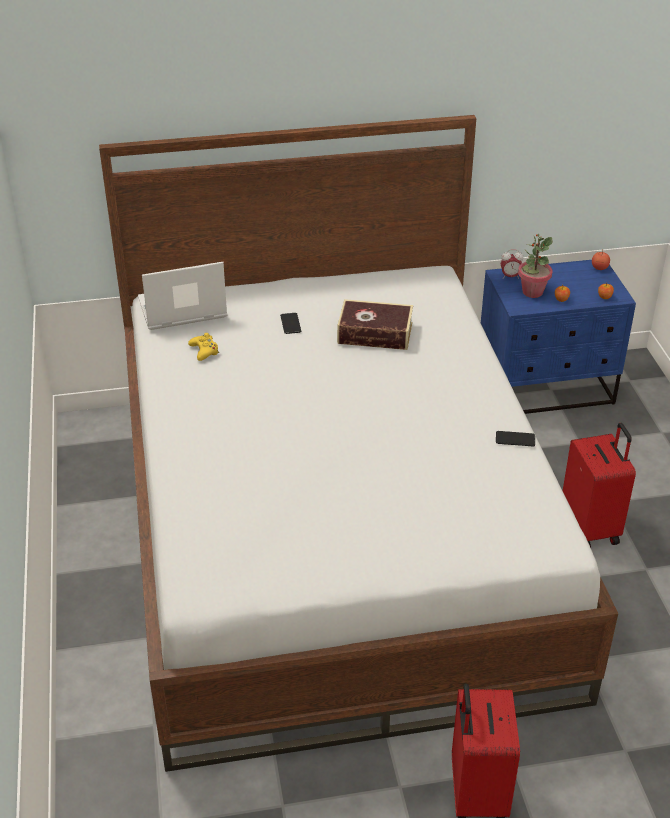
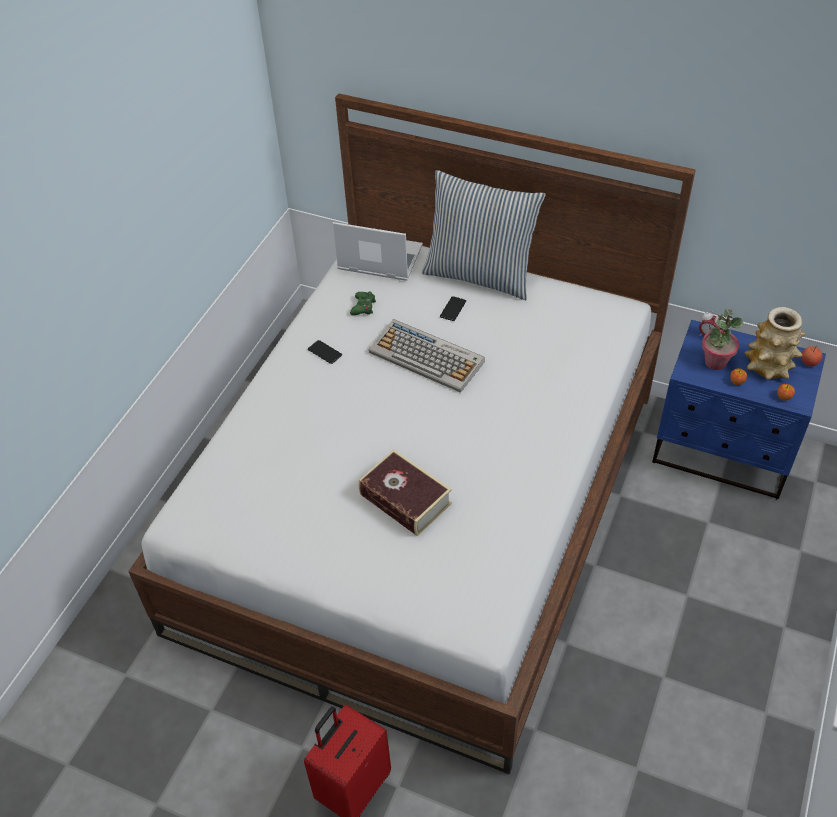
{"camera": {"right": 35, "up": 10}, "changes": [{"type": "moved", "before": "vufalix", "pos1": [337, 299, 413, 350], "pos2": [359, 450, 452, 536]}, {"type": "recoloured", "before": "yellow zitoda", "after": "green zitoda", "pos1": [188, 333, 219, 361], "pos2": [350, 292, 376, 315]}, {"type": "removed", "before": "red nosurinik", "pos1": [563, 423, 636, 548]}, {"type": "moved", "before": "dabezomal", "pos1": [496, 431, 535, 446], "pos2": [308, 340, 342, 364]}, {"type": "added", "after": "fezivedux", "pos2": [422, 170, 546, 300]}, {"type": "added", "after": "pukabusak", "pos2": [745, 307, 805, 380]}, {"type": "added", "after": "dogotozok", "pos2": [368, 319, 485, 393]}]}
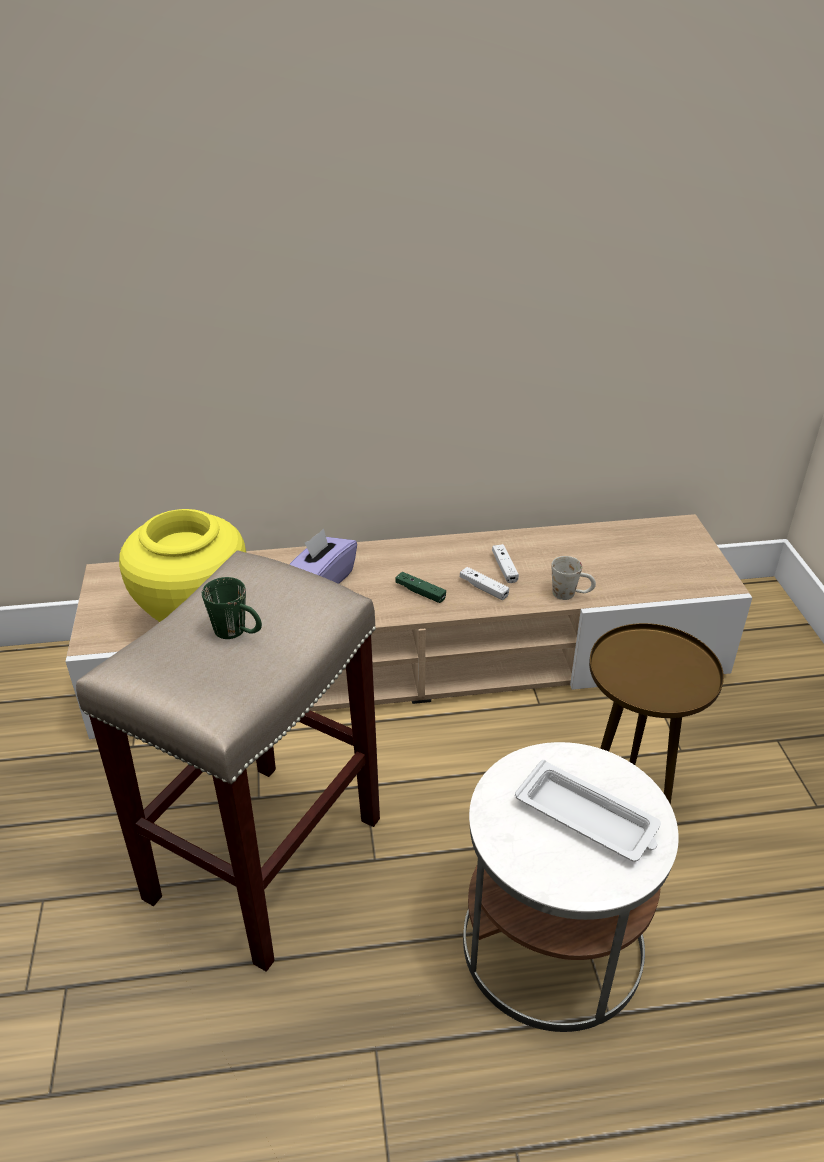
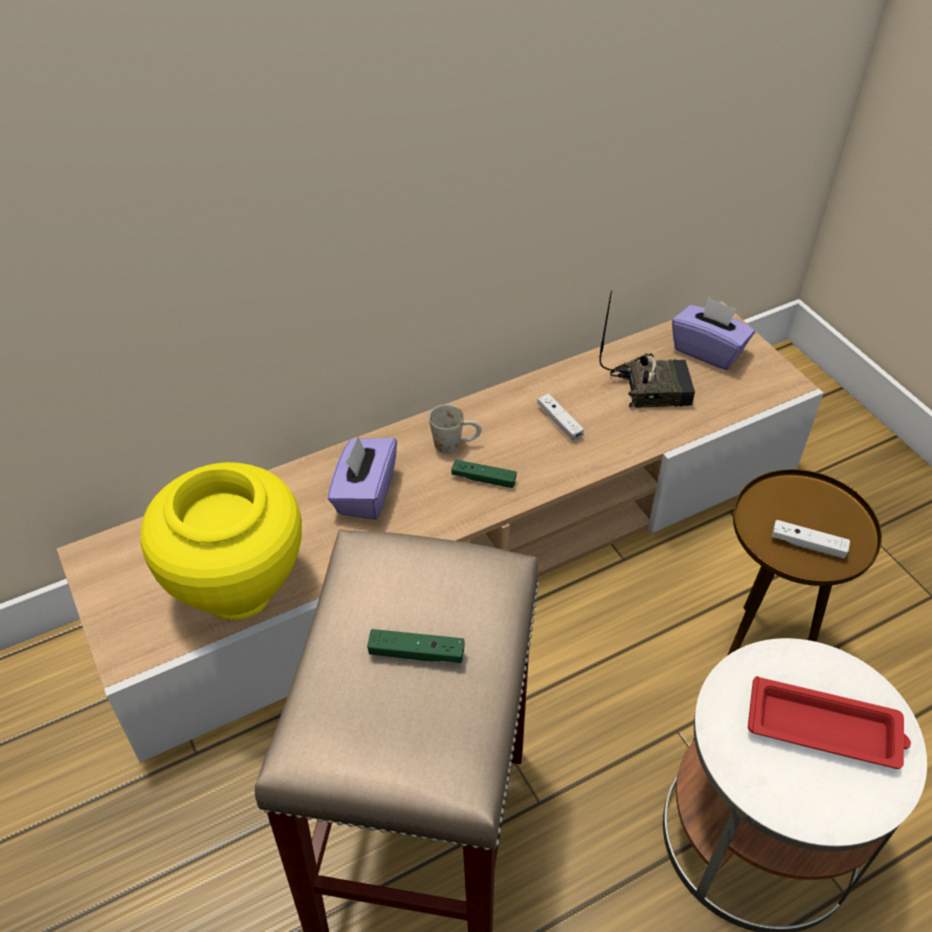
{"camera": {"right": -20, "up": 10}, "changes": [{"type": "moved", "before": "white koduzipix", "pos1": [551, 556, 596, 600], "pos2": [429, 404, 482, 454]}, {"type": "moved", "before": "white zitoda", "pos1": [460, 567, 509, 600], "pos2": [772, 520, 850, 558]}, {"type": "replaced", "before": "green koduzipix", "after": "green zitoda", "pos1": [202, 577, 262, 639], "pos2": [367, 629, 465, 663]}, {"type": "recoloured", "before": "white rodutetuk", "after": "red rodutetuk", "pos1": [515, 760, 661, 862], "pos2": [748, 676, 911, 769]}, {"type": "added", "after": "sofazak", "pos2": [599, 290, 695, 408]}, {"type": "added", "after": "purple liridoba", "pos2": [672, 297, 755, 370]}]}
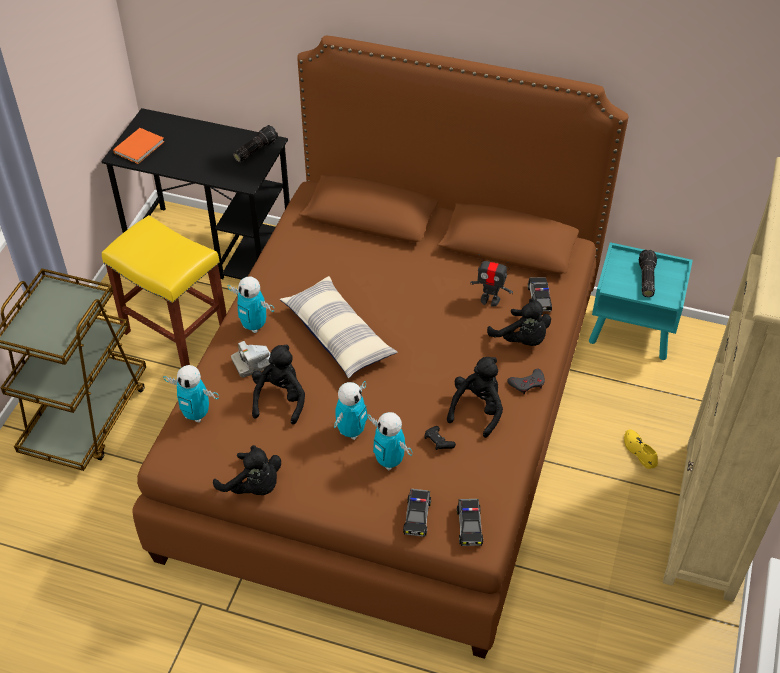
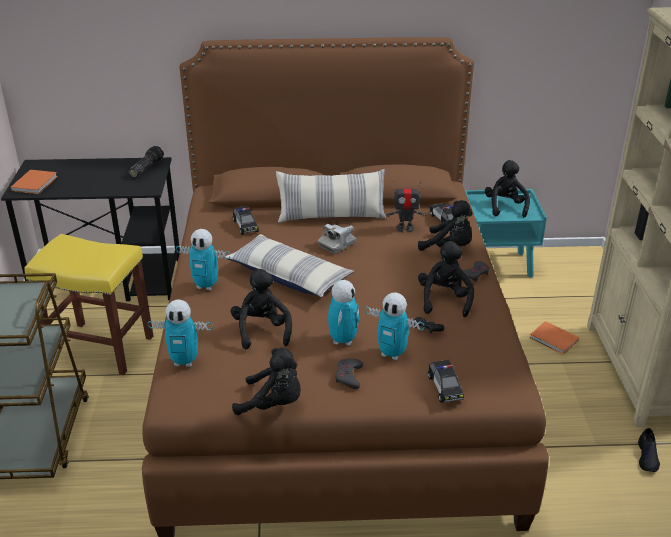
{"camera": {"right": -20, "up": -15}, "changes": [{"type": "replaced", "before": "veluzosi", "after": "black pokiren", "pos1": [639, 250, 657, 297], "pos2": [485, 160, 530, 218]}, {"type": "moved", "before": "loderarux", "pos1": [231, 341, 270, 378], "pos2": [318, 224, 356, 254]}, {"type": "replaced", "before": "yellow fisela", "after": "orange vufalix", "pos1": [624, 430, 658, 469], "pos2": [529, 321, 579, 355]}, {"type": "moved", "before": "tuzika", "pos1": [457, 499, 483, 546], "pos2": [233, 205, 259, 235]}, {"type": "added", "after": "fezivedux", "pos2": [276, 169, 386, 223]}, {"type": "added", "after": "grey zitoda", "pos2": [335, 358, 363, 389]}, {"type": "added", "after": "black fisela", "pos2": [638, 428, 660, 472]}]}
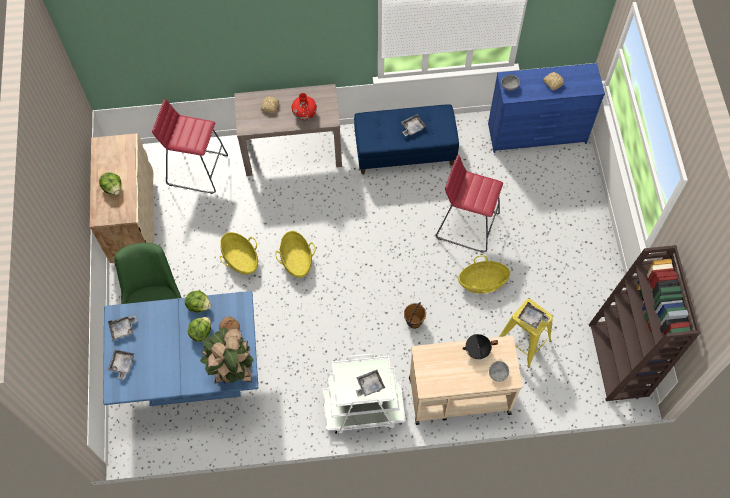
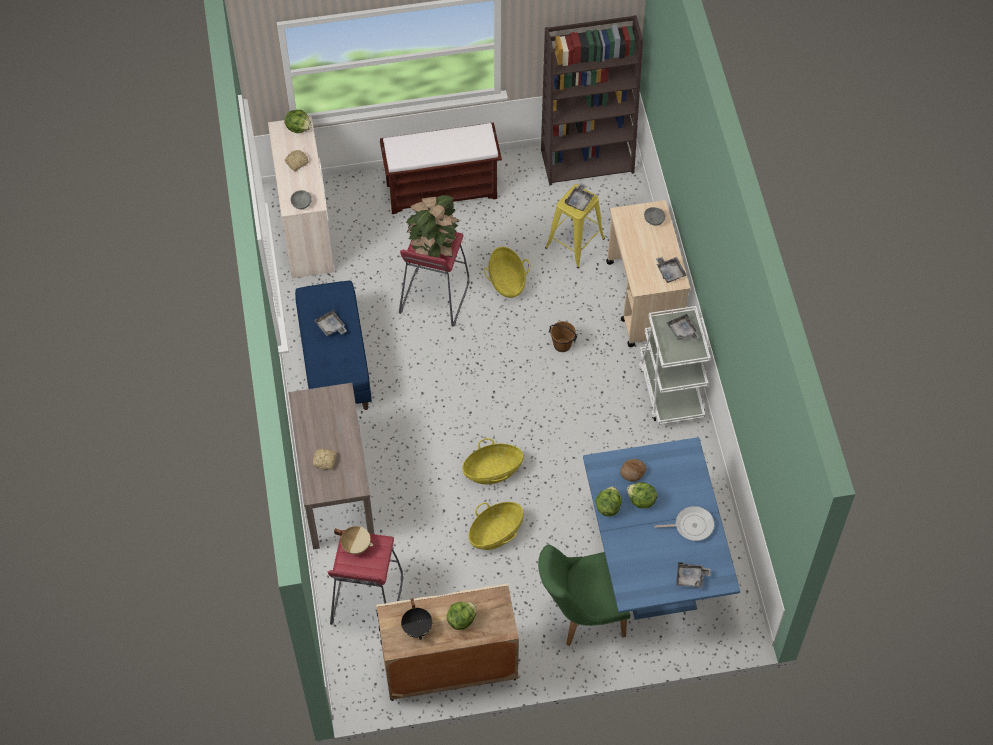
{"camera": {"right": -95, "up": -5}, "changes": [{"type": "recoloured", "before": "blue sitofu", "after": "beige sitofu", "pos1": [488, 63, 605, 153], "pos2": [268, 116, 334, 278]}, {"type": "removed", "before": "red pukabusak", "pos1": [292, 93, 317, 120]}, {"type": "moved", "before": "grey rodutetuk", "pos1": [108, 316, 137, 341], "pos2": [656, 257, 687, 283]}, {"type": "moved", "before": "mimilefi", "pos1": [200, 327, 254, 383], "pos2": [406, 195, 460, 262]}, {"type": "moved", "before": "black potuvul", "pos1": [462, 334, 498, 359], "pos2": [401, 598, 433, 640]}, {"type": "added", "after": "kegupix", "pos2": [285, 110, 312, 133]}, {"type": "added", "after": "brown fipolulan", "pos2": [380, 123, 502, 214]}, {"type": "added", "after": "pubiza", "pos2": [654, 506, 714, 541]}, {"type": "added", "after": "beige potuvul", "pos2": [334, 526, 373, 554]}]}
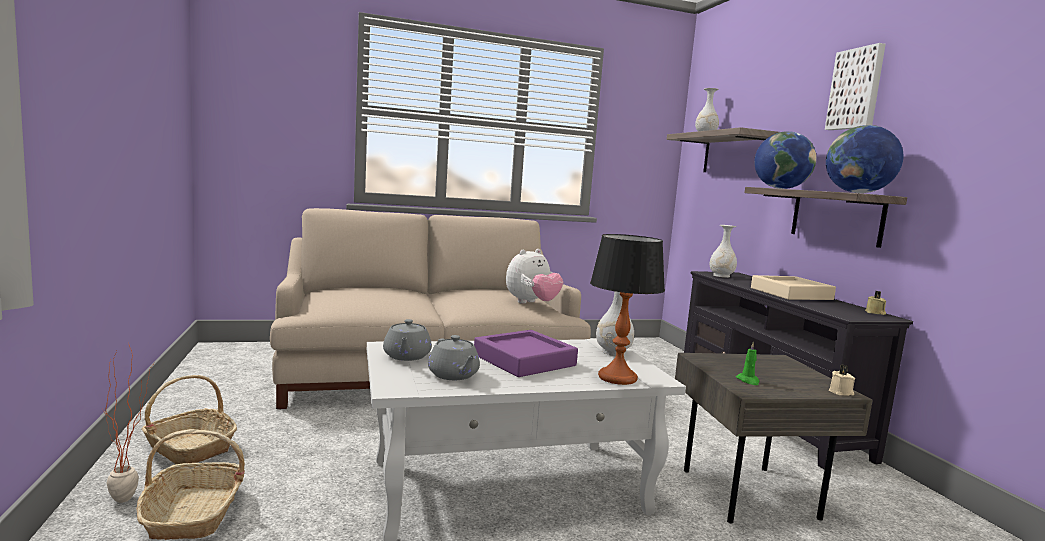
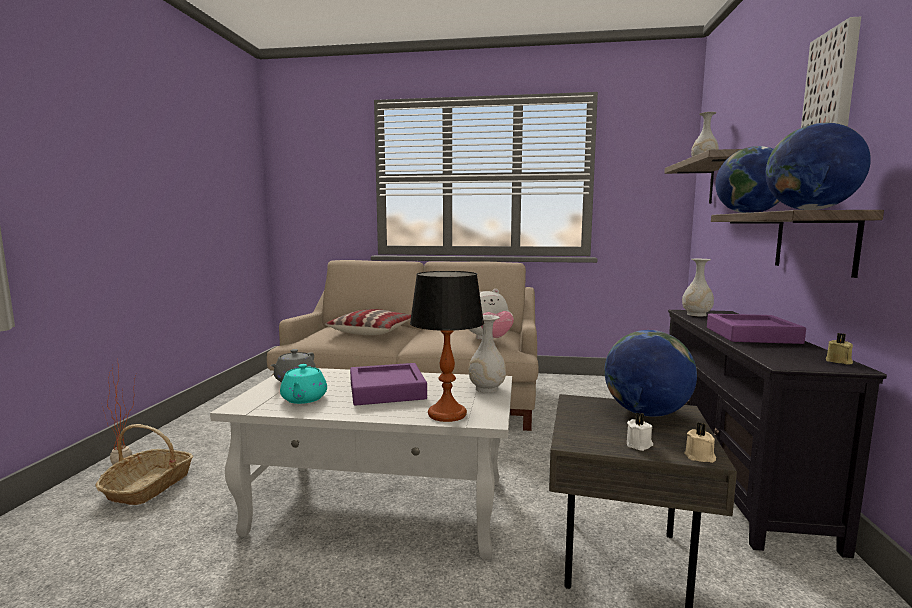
{"camera": {"right": 25, "up": 0}, "changes": [{"type": "recoloured", "before": "beige rodutetuk", "after": "purple rodutetuk", "pos1": [751, 275, 836, 300], "pos2": [707, 314, 806, 344]}, {"type": "recoloured", "before": "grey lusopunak", "after": "turquoise lusopunak", "pos1": [428, 335, 480, 380], "pos2": [280, 364, 327, 404]}, {"type": "removed", "before": "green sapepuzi", "pos1": [736, 342, 759, 385]}, {"type": "removed", "before": "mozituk", "pos1": [142, 375, 237, 464]}, {"type": "added", "after": "fezivedux", "pos2": [325, 309, 411, 335]}, {"type": "added", "after": "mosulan", "pos2": [604, 330, 697, 417]}, {"type": "added", "after": "white sapepuzi", "pos2": [627, 412, 653, 451]}]}
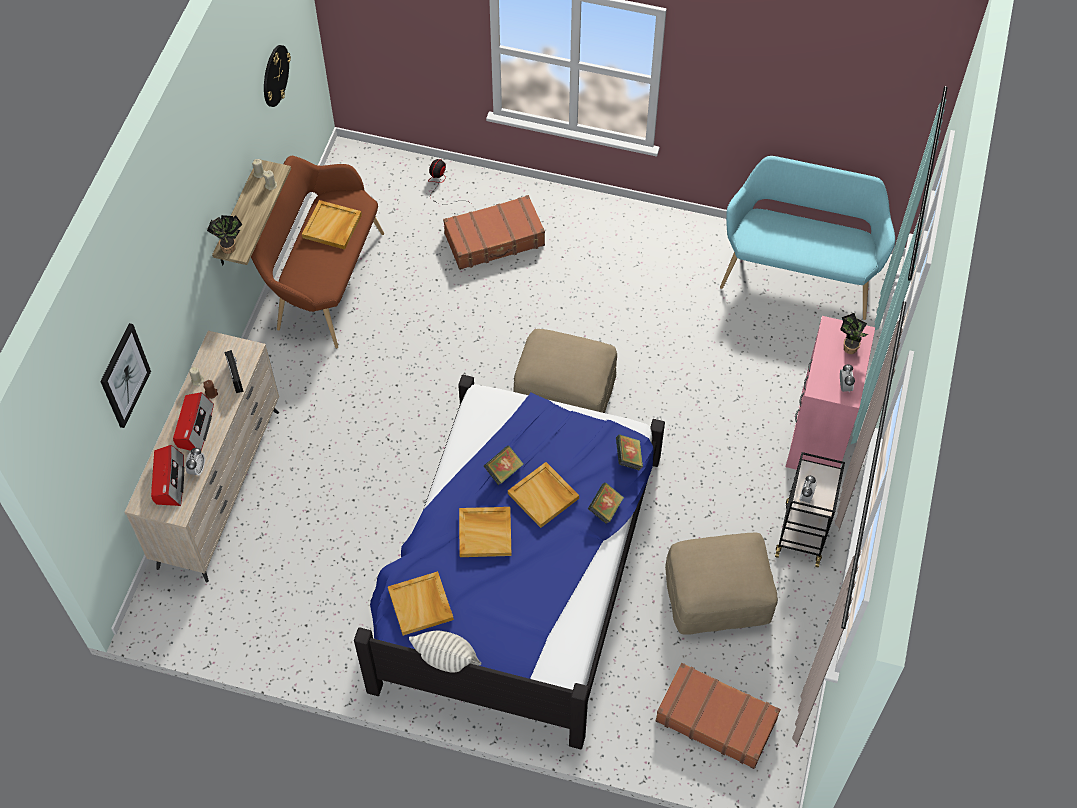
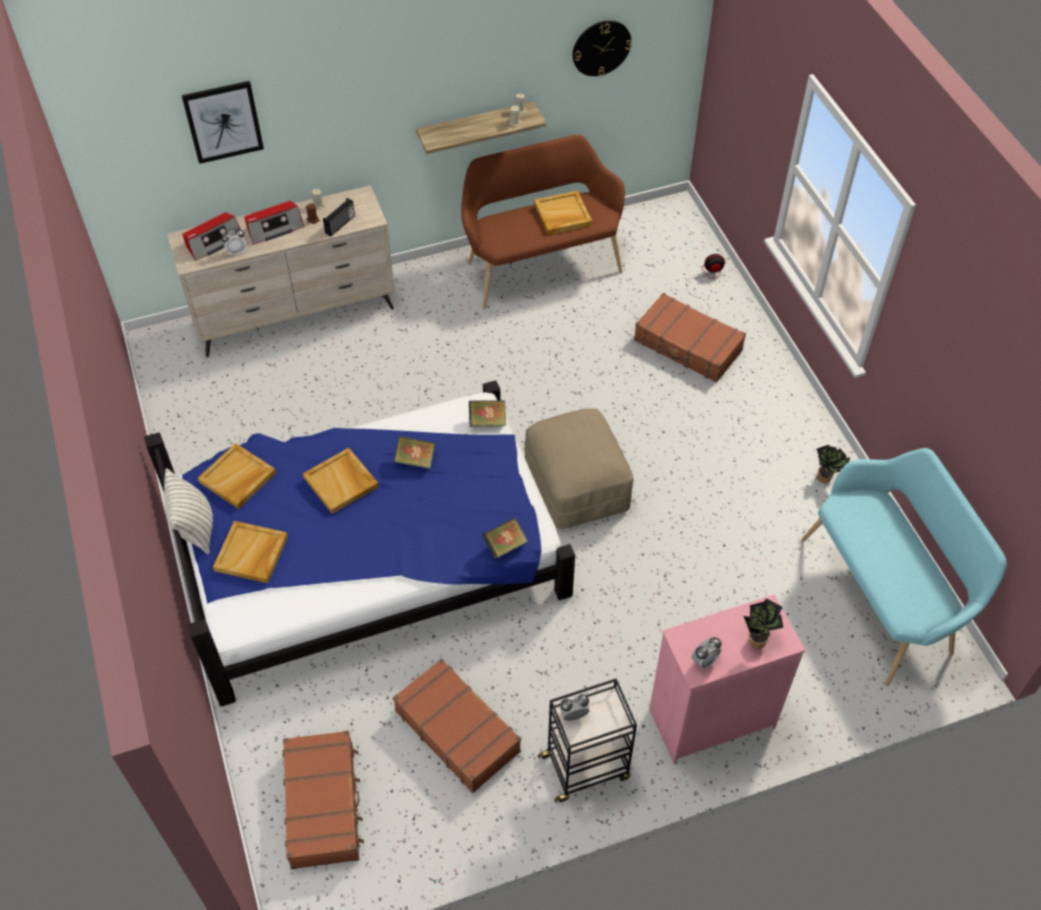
{"camera": {"right": 55, "up": -5}, "changes": [{"type": "moved", "before": "mimilefi", "pos1": [207, 215, 243, 254], "pos2": [817, 445, 850, 483]}, {"type": "moved", "before": "beige rodutetuk", "pos1": [508, 462, 579, 528], "pos2": [213, 521, 288, 583]}, {"type": "moved", "before": "vufalix", "pos1": [588, 482, 624, 524], "pos2": [469, 400, 506, 427]}, {"type": "replaced", "before": "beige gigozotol", "after": "brown nosurinik", "pos1": [665, 532, 778, 635], "pos2": [393, 658, 521, 793]}]}
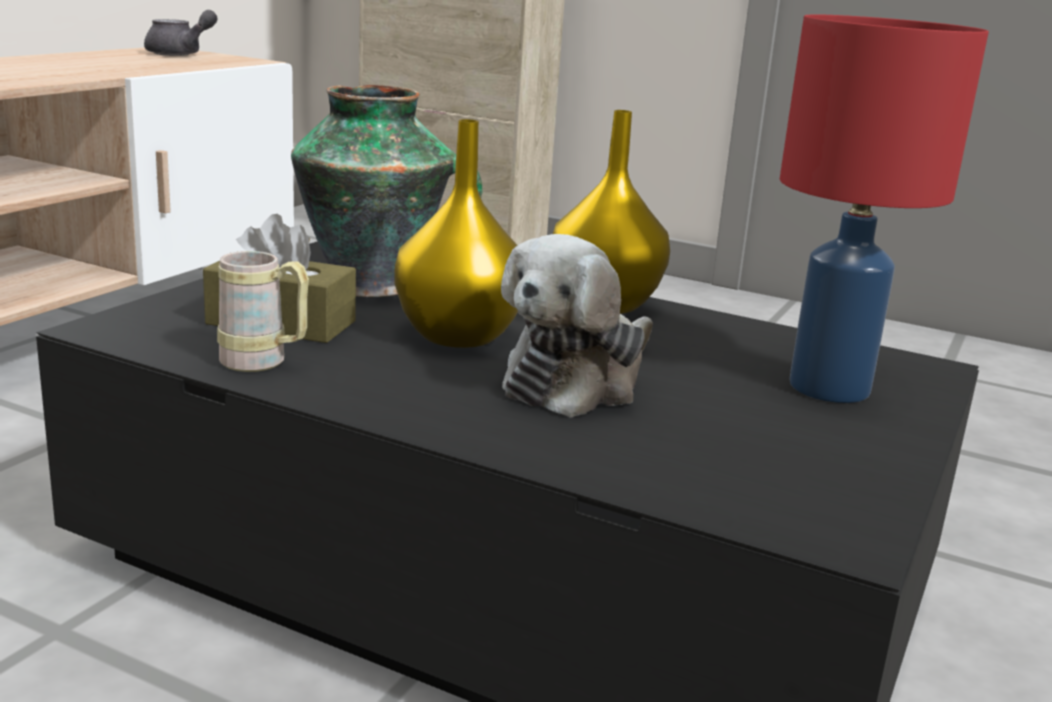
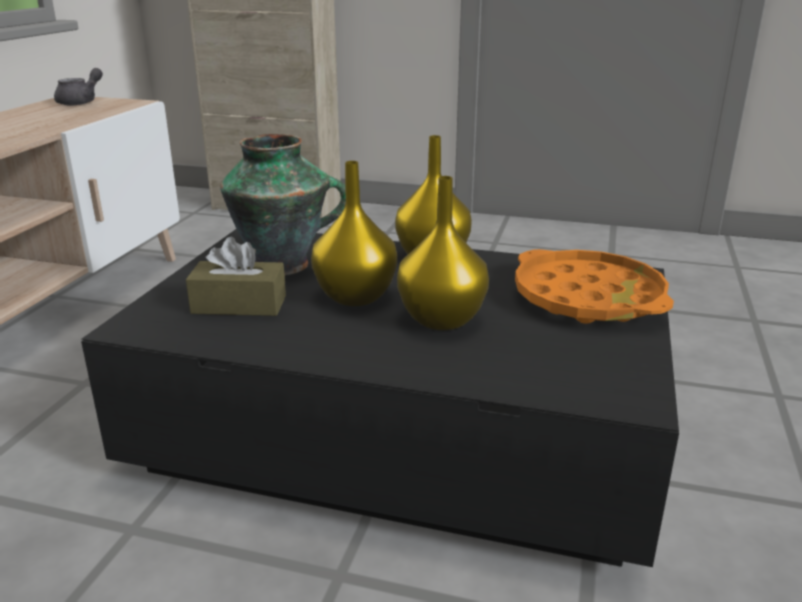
{"camera": {"right": -10, "up": 5}, "changes": [{"type": "replaced", "before": "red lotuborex", "after": "orange rodutetuk", "pos1": [780, 14, 989, 403], "pos2": [515, 249, 674, 324]}, {"type": "replaced", "before": "pokiren", "after": "yellow pukabusak", "pos1": [501, 234, 653, 417], "pos2": [397, 176, 489, 330]}, {"type": "removed", "before": "beige koduzipix", "pos1": [217, 251, 309, 372]}]}
